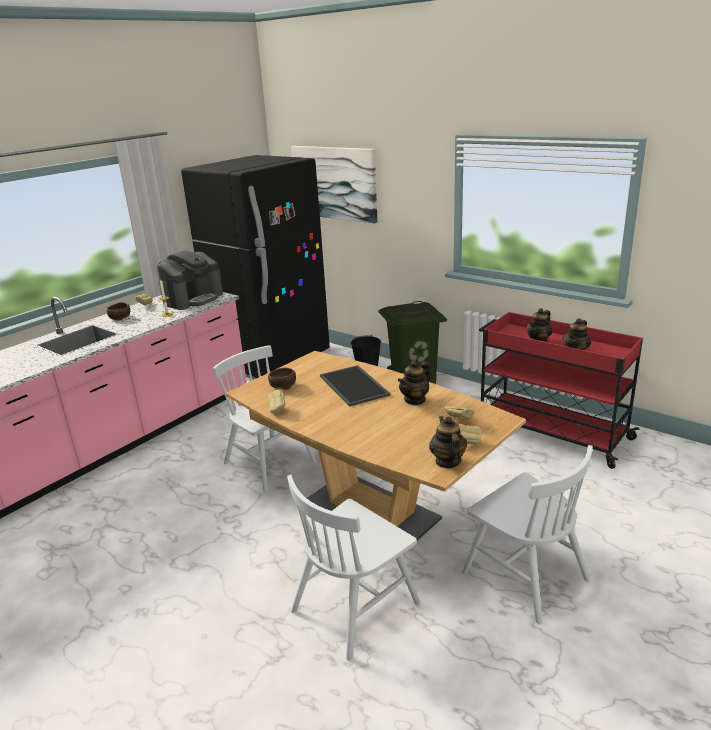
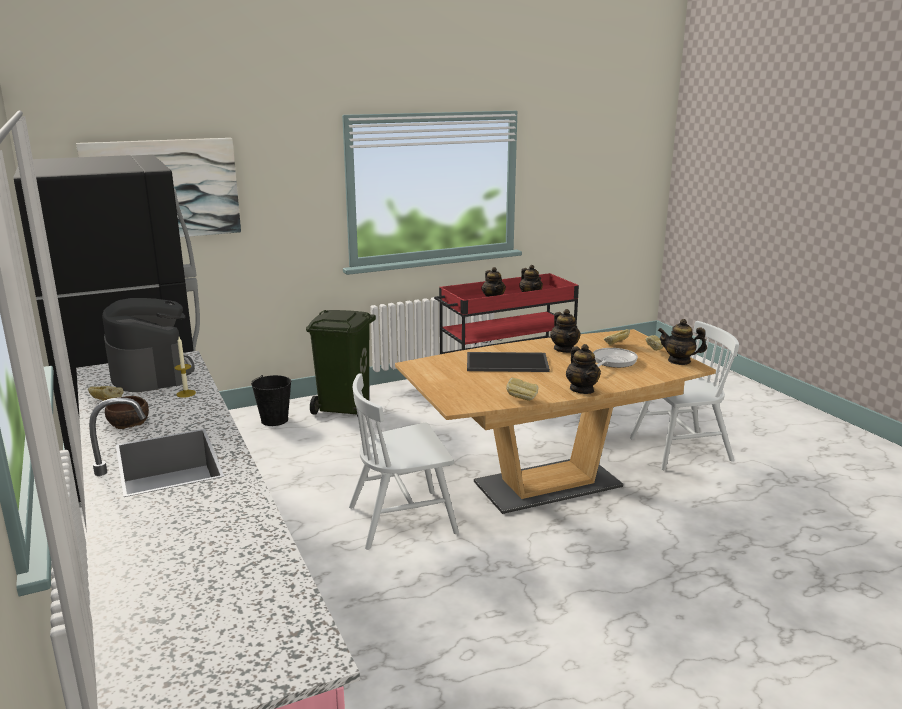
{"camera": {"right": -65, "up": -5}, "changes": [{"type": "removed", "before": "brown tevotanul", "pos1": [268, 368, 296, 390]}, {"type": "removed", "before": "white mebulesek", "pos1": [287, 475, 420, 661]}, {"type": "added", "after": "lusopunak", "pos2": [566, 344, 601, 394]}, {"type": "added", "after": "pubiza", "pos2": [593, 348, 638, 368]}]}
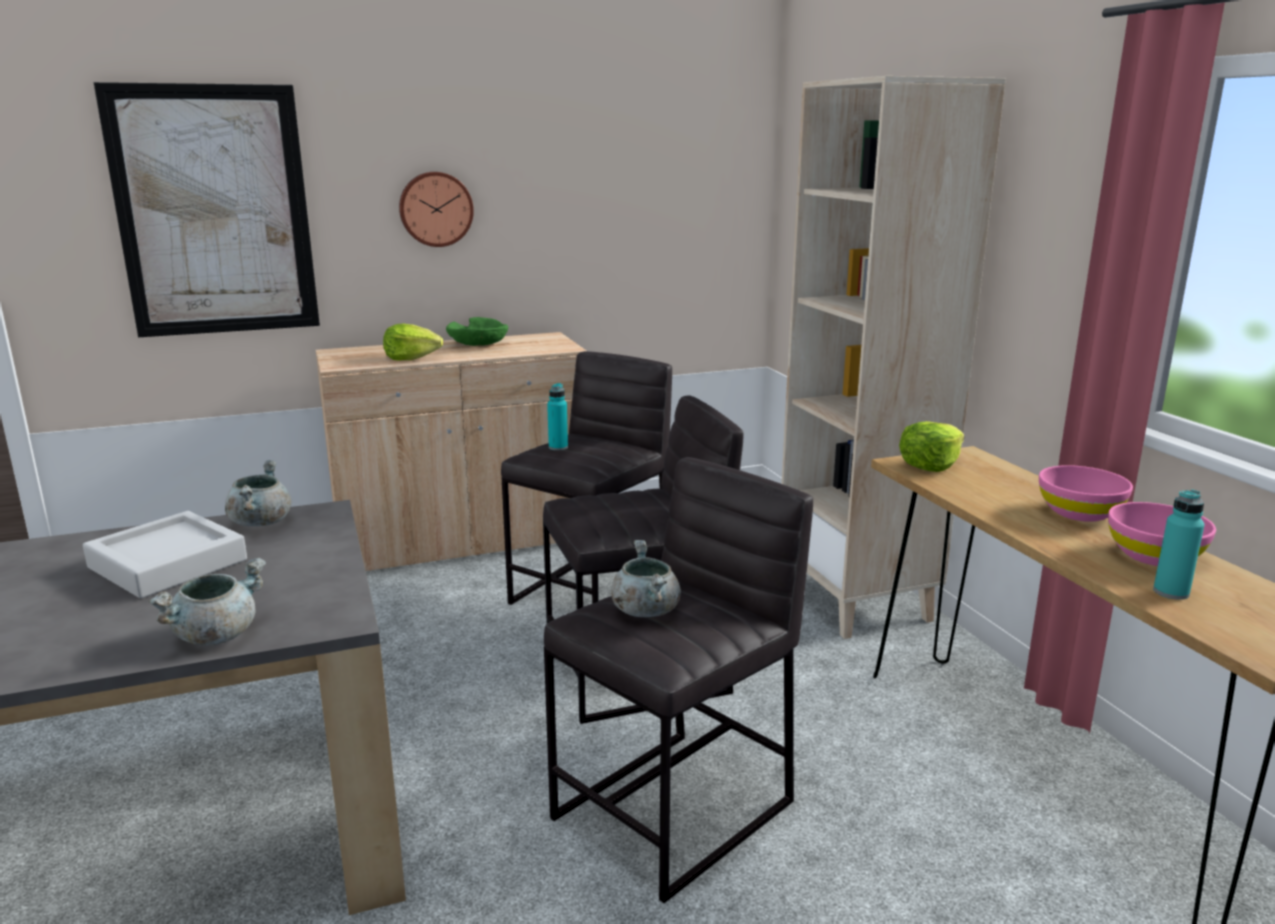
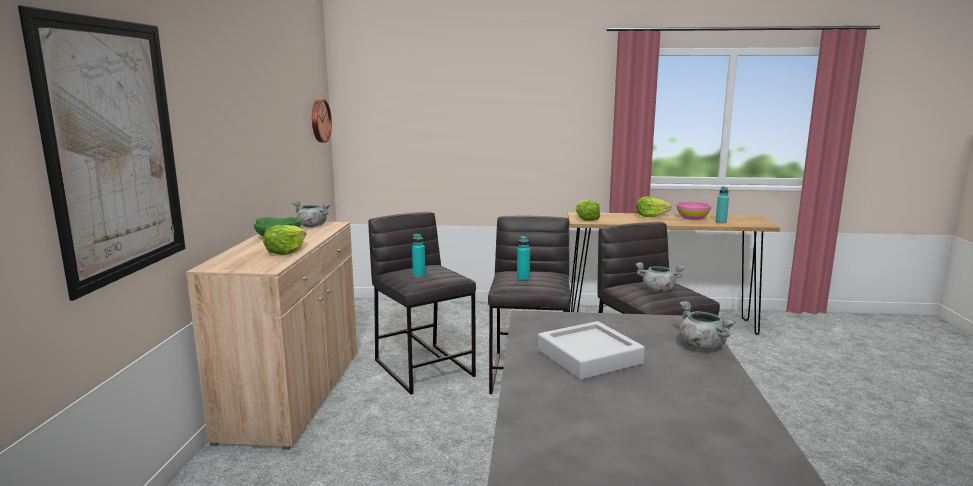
{"camera": {"right": -65, "up": -5}, "changes": [{"type": "removed", "before": "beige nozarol", "pos1": [781, 76, 1006, 639]}, {"type": "moved", "before": "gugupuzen", "pos1": [399, 172, 474, 247], "pos2": [312, 99, 332, 142]}, {"type": "moved", "before": "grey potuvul", "pos1": [225, 460, 292, 526], "pos2": [292, 201, 330, 227]}, {"type": "replaced", "before": "pink tevotanul", "after": "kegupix", "pos1": [1039, 465, 1133, 522], "pos2": [636, 196, 671, 217]}, {"type": "added", "after": "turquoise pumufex", "pos2": [517, 236, 530, 281]}]}
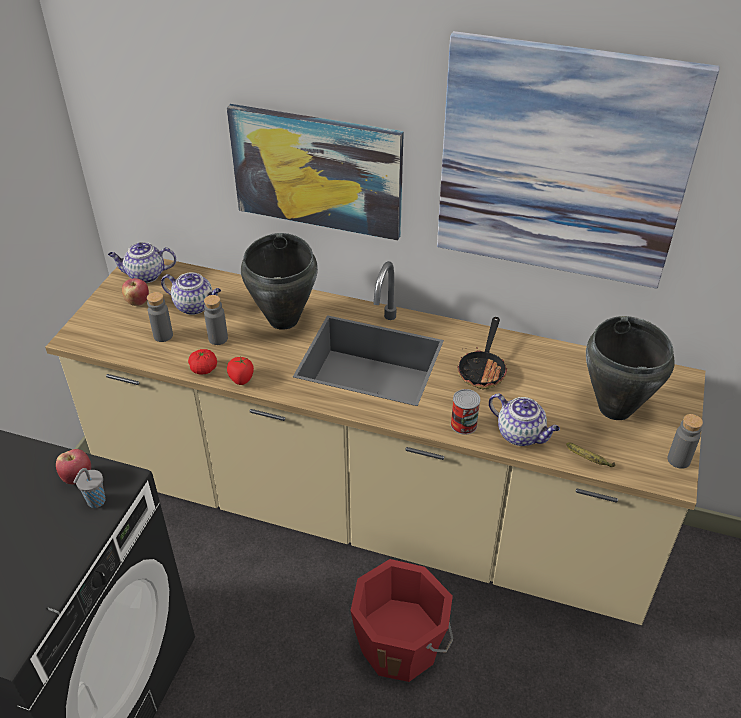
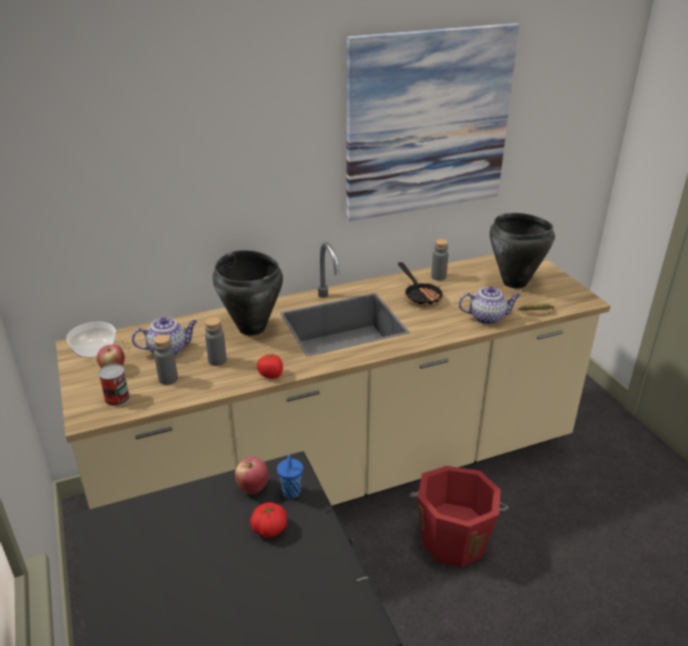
{"camera": {"right": -40, "up": -10}, "changes": [{"type": "removed", "before": "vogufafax", "pos1": [227, 104, 404, 241]}, {"type": "replaced", "before": "lusopunak", "after": "tevotanul", "pos1": [108, 242, 176, 283], "pos2": [66, 322, 116, 358]}, {"type": "moved", "before": "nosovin", "pos1": [188, 349, 217, 374], "pos2": [250, 502, 287, 538]}, {"type": "moved", "before": "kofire", "pos1": [451, 389, 480, 435], "pos2": [98, 364, 130, 406]}, {"type": "moved", "before": "grey pumufex", "pos1": [667, 414, 703, 469], "pos2": [431, 239, 449, 281]}, {"type": "recoloured", "before": "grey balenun", "after": "blue balenun", "pos1": [73, 468, 106, 508], "pos2": [277, 455, 303, 499]}]}
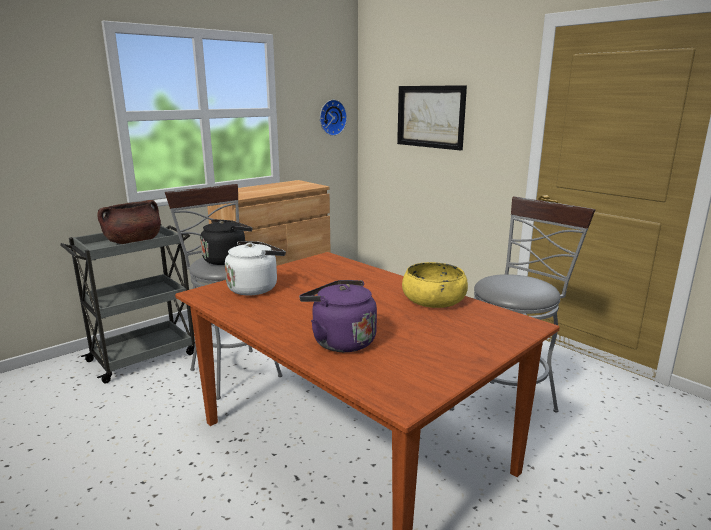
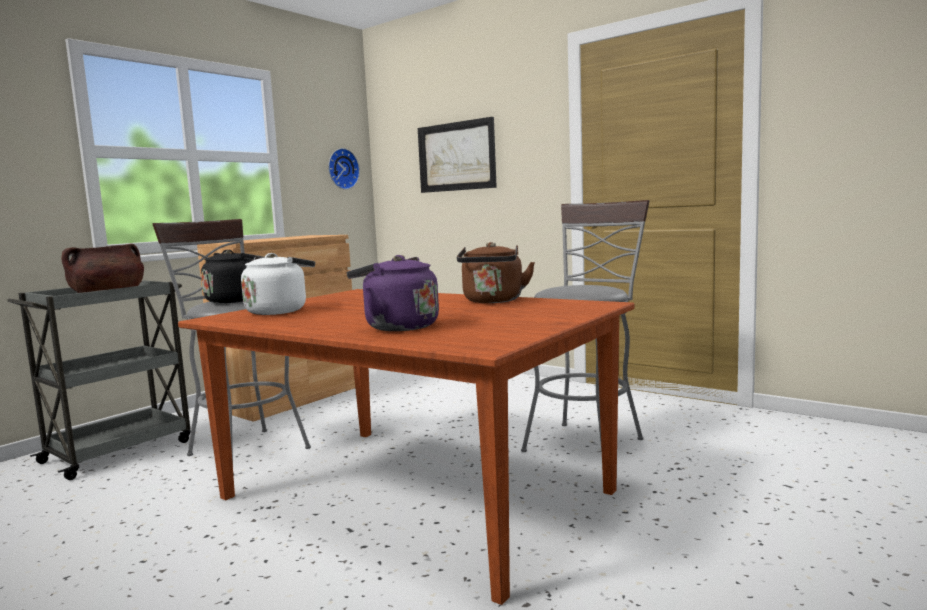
{"camera": {"right": -10, "up": -10}, "changes": [{"type": "replaced", "before": "yellow tevotanul", "after": "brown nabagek", "pos1": [402, 262, 468, 308], "pos2": [457, 242, 535, 303]}]}
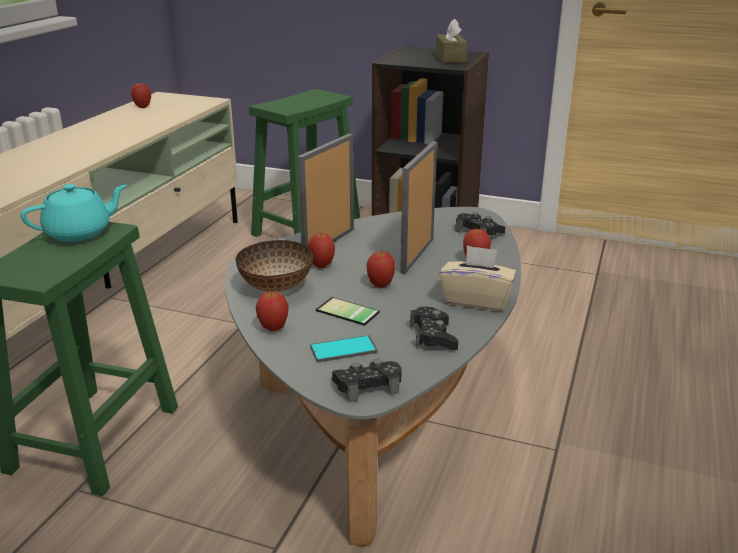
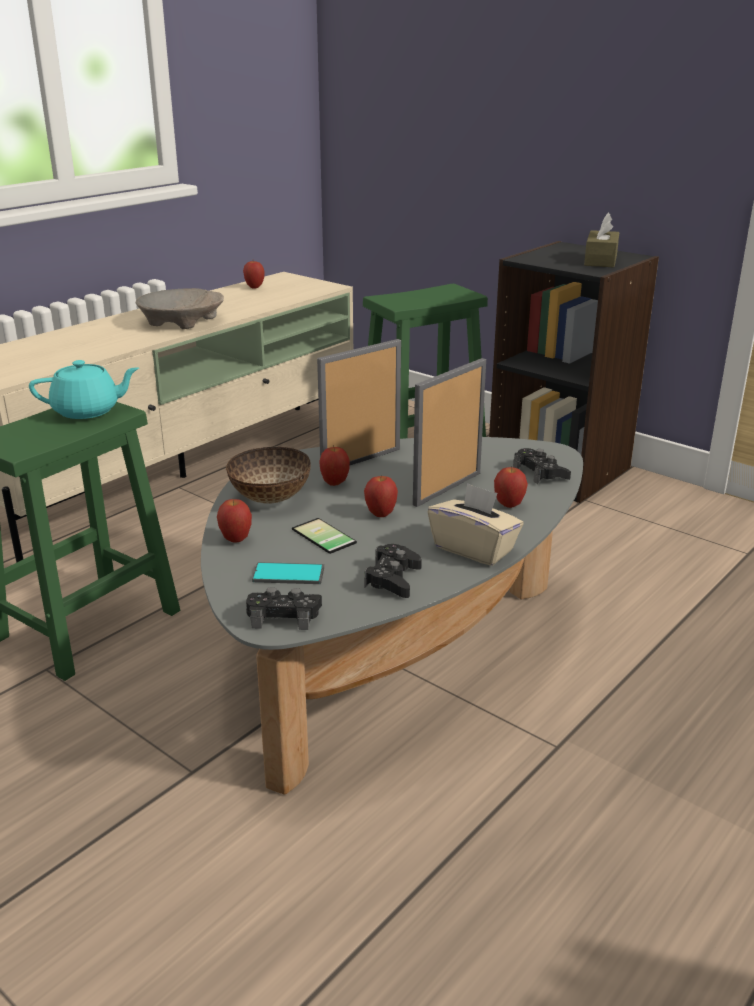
{"camera": {"right": 20, "up": 0}, "changes": [{"type": "added", "after": "beige tevotanul", "pos2": [136, 288, 224, 329]}]}
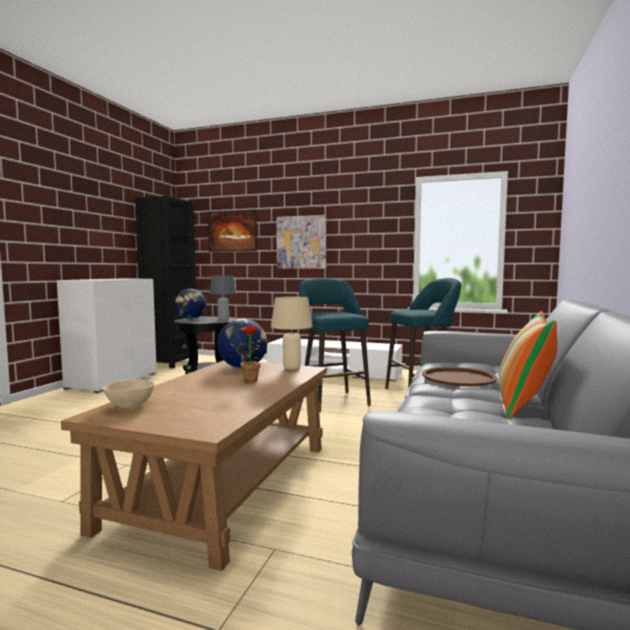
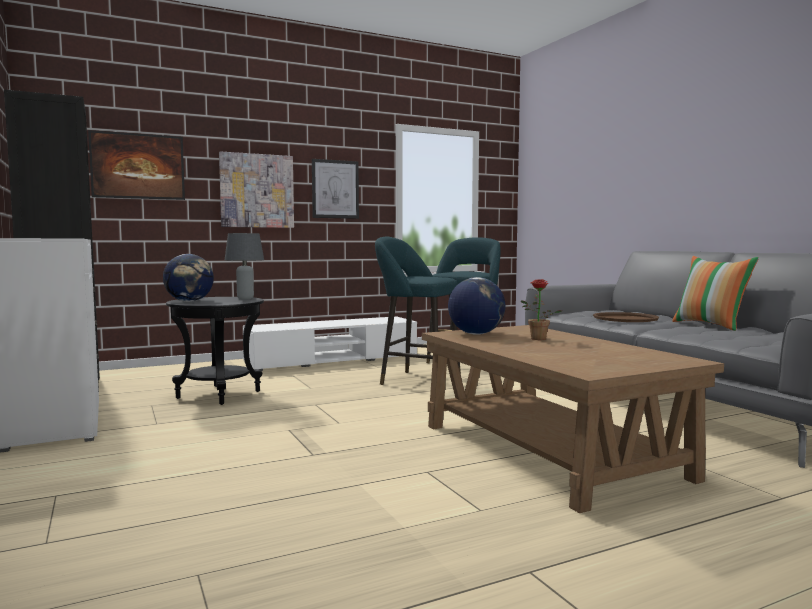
{"camera": {"right": -45, "up": 0}, "changes": [{"type": "removed", "before": "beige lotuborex", "pos1": [271, 297, 313, 370]}, {"type": "removed", "before": "beige tevotanul", "pos1": [103, 380, 154, 408]}, {"type": "added", "after": "vogufafax", "pos2": [312, 159, 359, 219]}]}
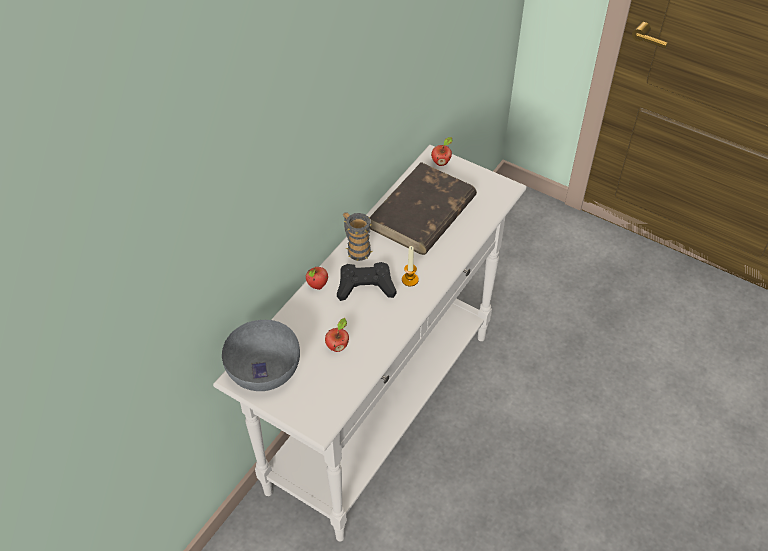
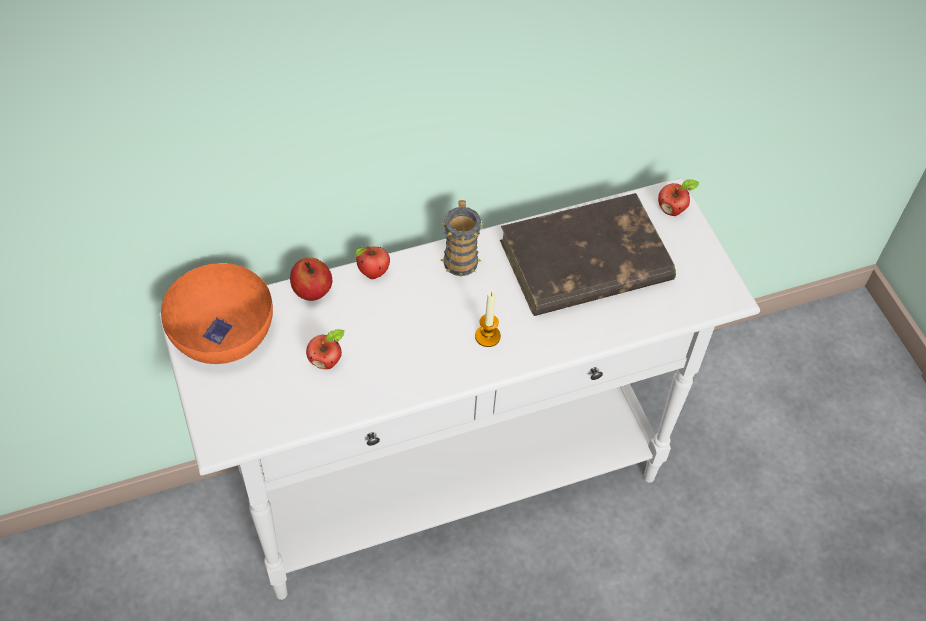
{"camera": {"right": 35, "up": 5}, "changes": [{"type": "removed", "before": "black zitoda", "pos1": [337, 262, 396, 301]}, {"type": "recoloured", "before": "grey tevotanul", "after": "orange tevotanul", "pos1": [222, 320, 300, 391], "pos2": [161, 263, 273, 364]}, {"type": "added", "after": "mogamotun", "pos2": [290, 258, 332, 301]}]}
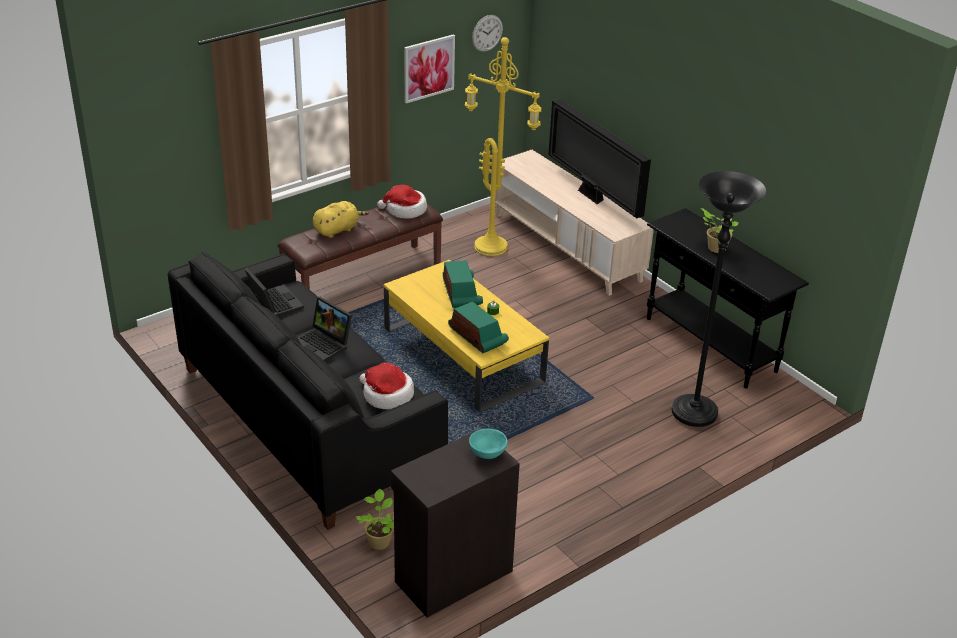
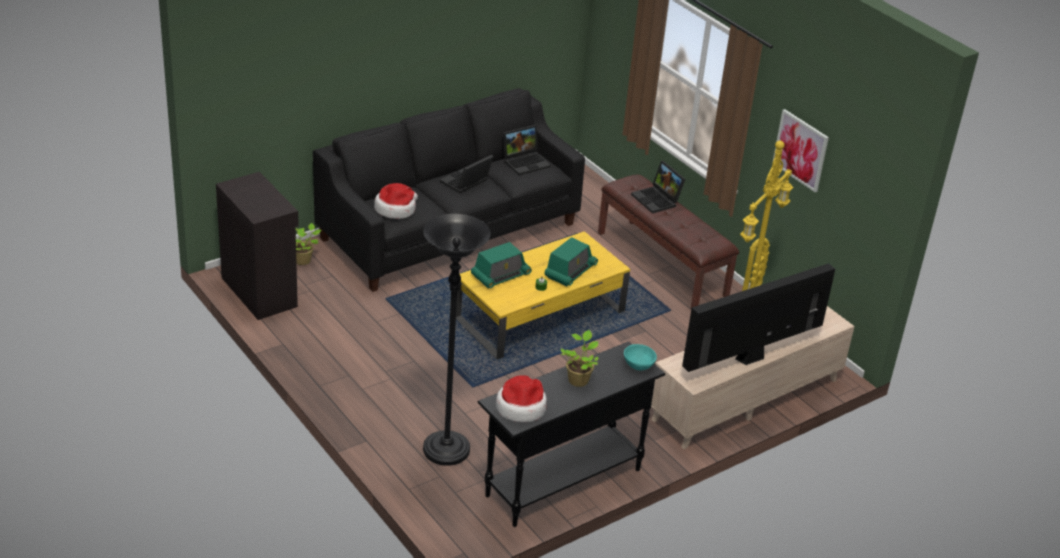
{"camera": {"right": 90, "up": 0}, "changes": [{"type": "removed", "before": "gugupuzen", "pos1": [472, 15, 503, 52]}, {"type": "moved", "before": "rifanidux", "pos1": [377, 185, 427, 219], "pos2": [496, 375, 547, 422]}, {"type": "replaced", "before": "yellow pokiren", "after": "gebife", "pos1": [313, 201, 369, 238], "pos2": [631, 161, 686, 214]}, {"type": "turned", "before": "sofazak", "pos1": [443, 260, 483, 309], "pos2": [544, 237, 598, 286], "turn": -45}, {"type": "moved", "before": "turquoise tevotanul", "pos1": [469, 429, 508, 459], "pos2": [624, 344, 657, 370]}]}
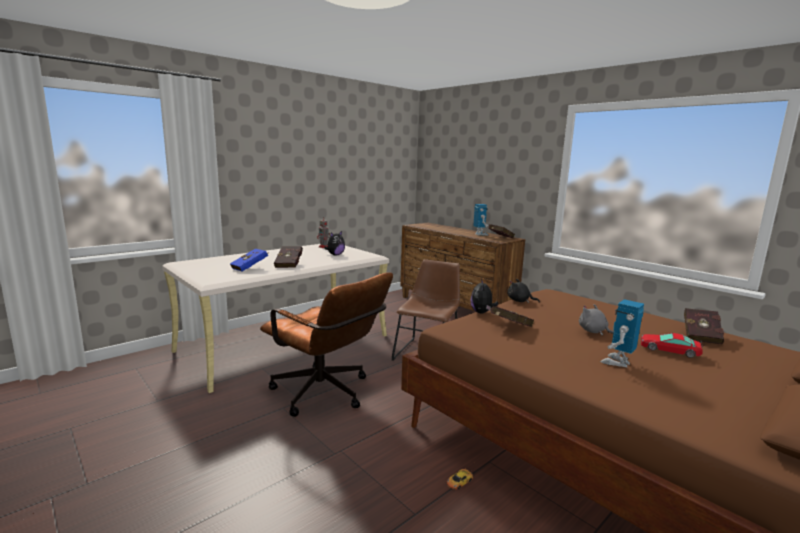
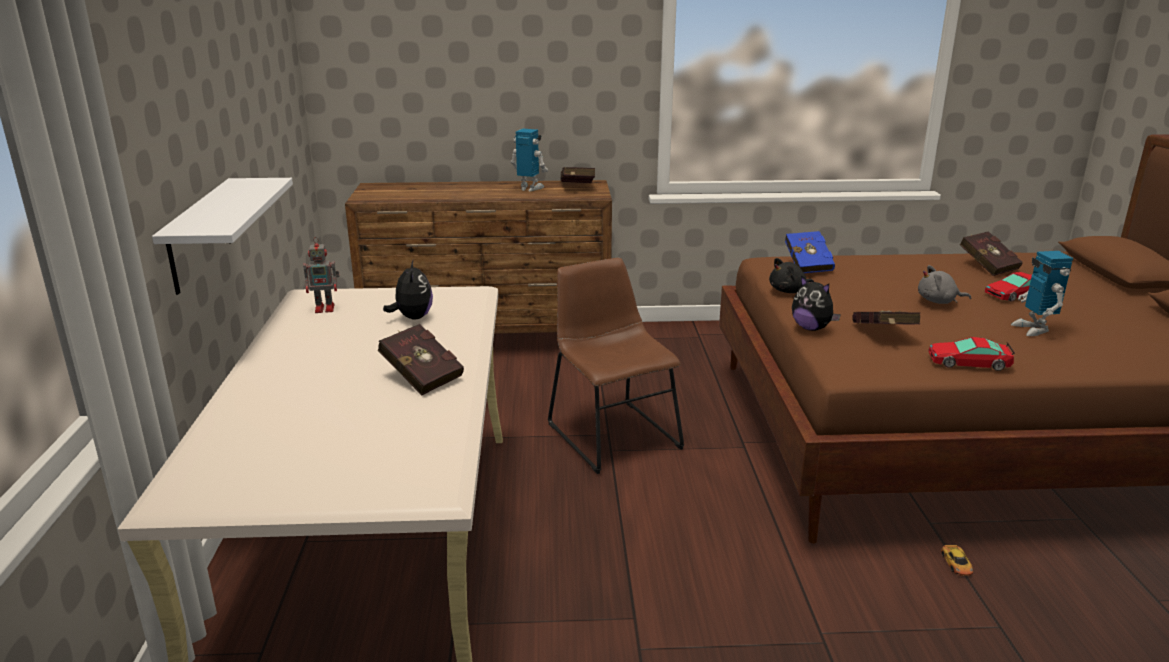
{"camera": {"right": -50, "up": 10}, "changes": [{"type": "moved", "before": "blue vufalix", "pos1": [230, 248, 269, 271], "pos2": [785, 231, 835, 273]}, {"type": "removed", "before": "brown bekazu", "pos1": [260, 272, 393, 417]}, {"type": "added", "after": "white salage", "pos2": [152, 178, 293, 295]}, {"type": "added", "after": "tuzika", "pos2": [928, 337, 1015, 371]}]}
